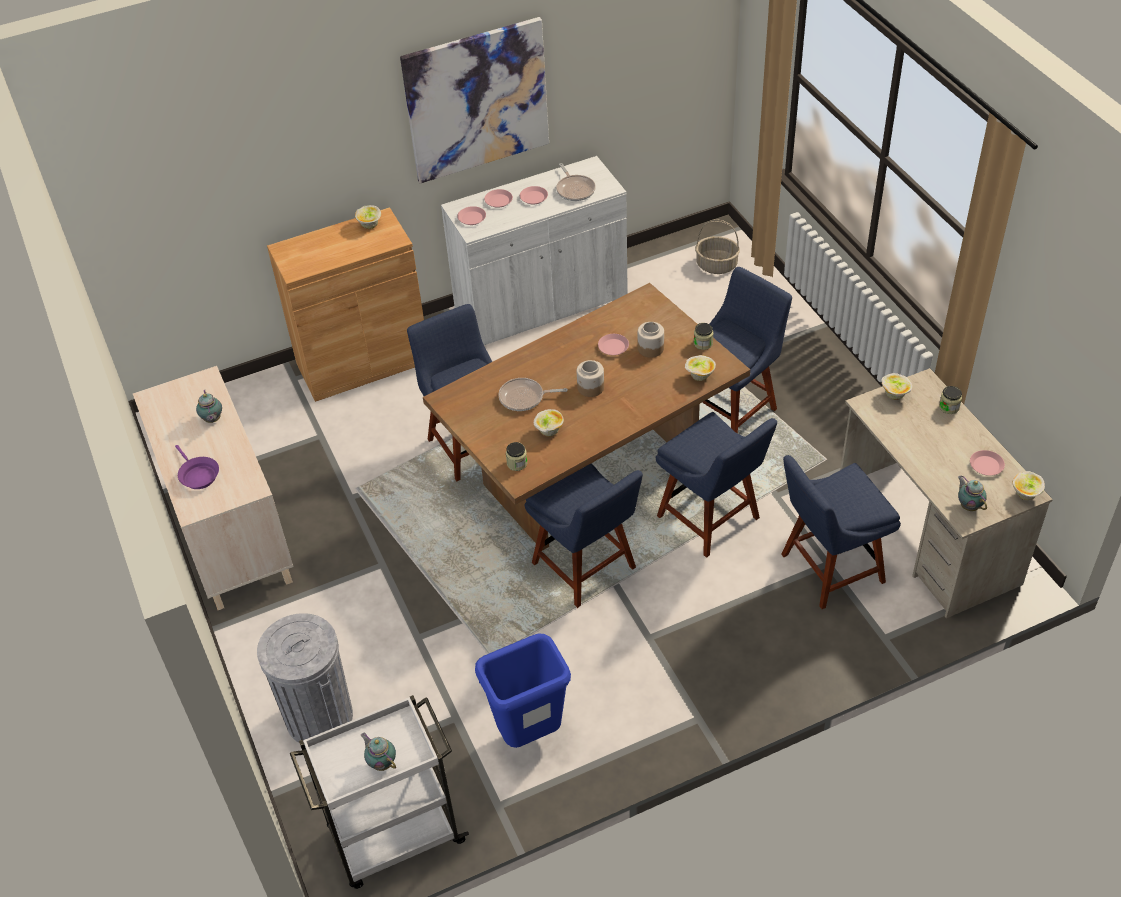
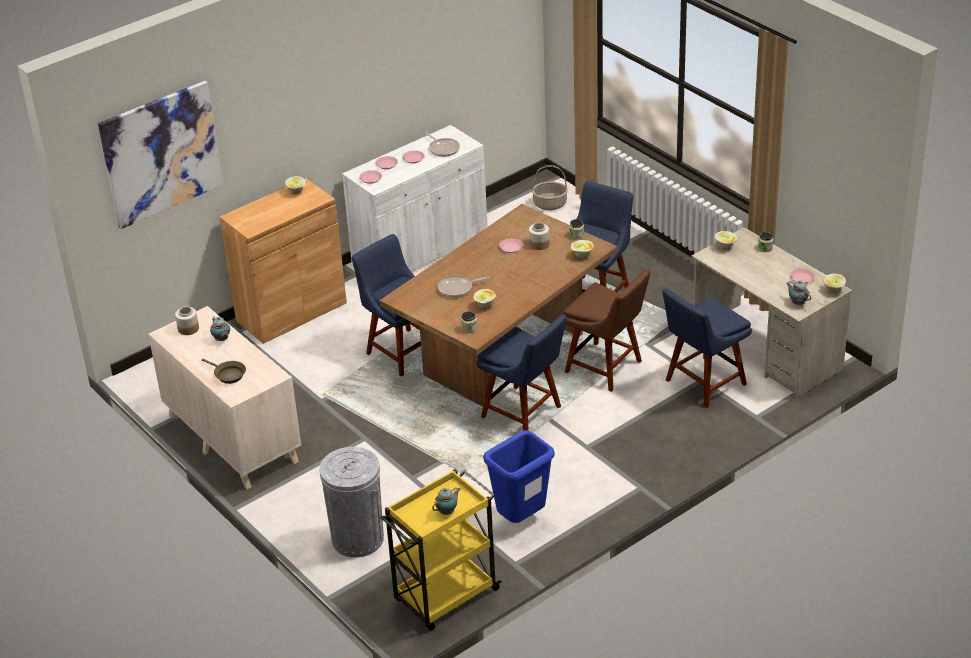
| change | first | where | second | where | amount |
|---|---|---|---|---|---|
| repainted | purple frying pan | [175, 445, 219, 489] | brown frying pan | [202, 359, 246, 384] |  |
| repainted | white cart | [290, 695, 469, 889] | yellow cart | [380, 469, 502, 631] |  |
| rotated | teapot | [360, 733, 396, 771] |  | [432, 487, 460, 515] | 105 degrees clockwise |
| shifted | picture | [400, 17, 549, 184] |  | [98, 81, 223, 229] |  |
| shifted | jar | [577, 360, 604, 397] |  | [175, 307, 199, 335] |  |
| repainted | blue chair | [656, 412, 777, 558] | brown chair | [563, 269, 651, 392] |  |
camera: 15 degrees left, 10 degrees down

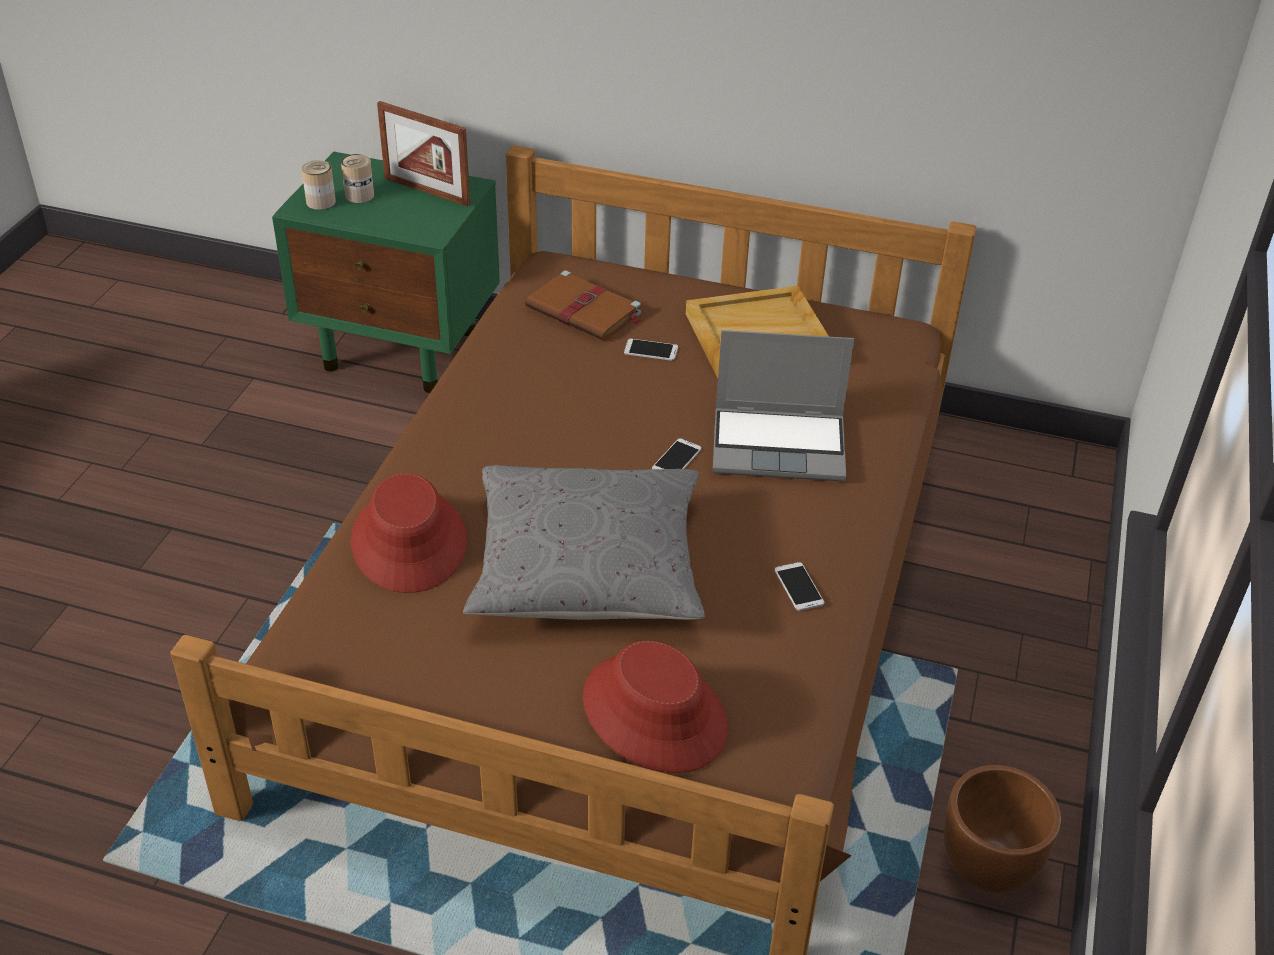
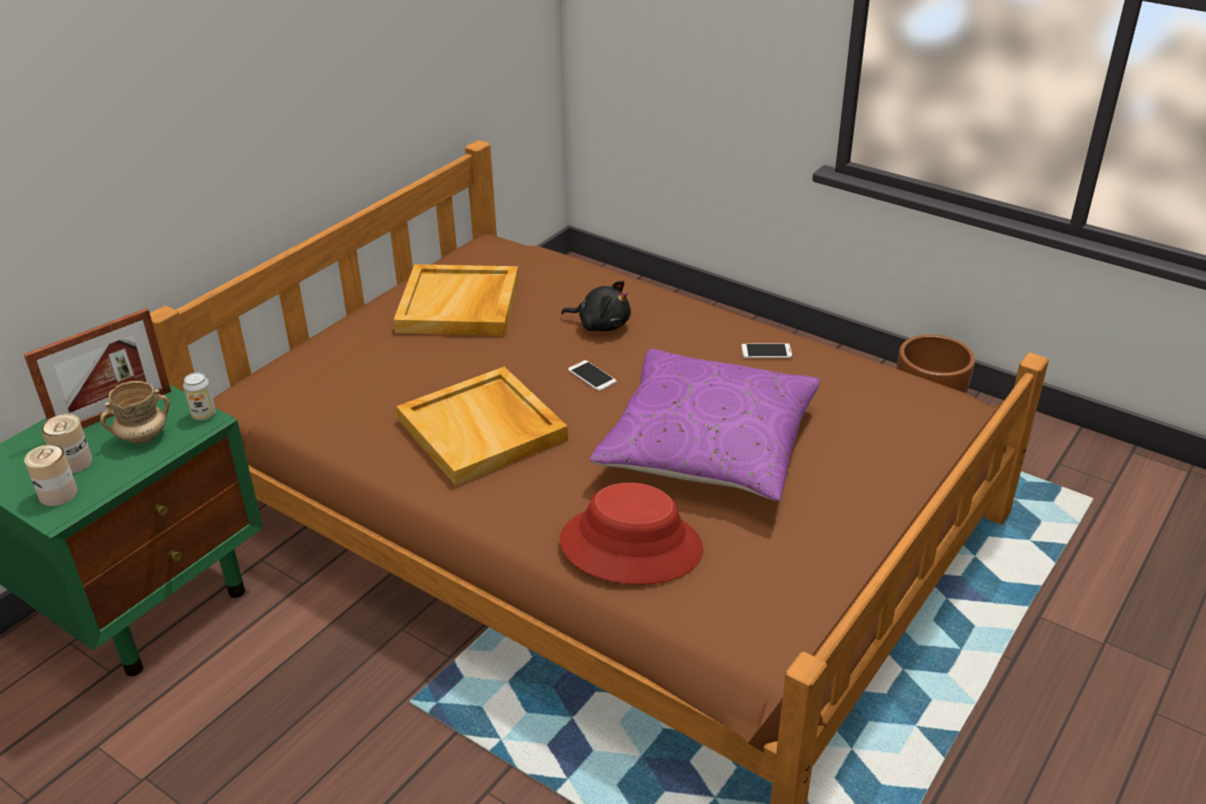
| change | first | where | second | where | amount |
|---|---|---|---|---|---|
| repainted | grey pillow | [463, 465, 705, 620] | purple pillow | [590, 349, 820, 501] |  |
| gone | brown book | [525, 270, 642, 341] |  |  |  |
| gone | red hat | [583, 641, 728, 773] |  |  |  |
| gone | phone | [624, 339, 678, 361] |  |  |  |
| swapped | laptop | [713, 330, 854, 481] | black plush toy | [561, 281, 631, 331] |  |
| new |  |  | beige mug | [100, 381, 170, 444] |  |
| new |  |  | can | [183, 372, 216, 420] |  |
| new |  |  | beige tray | [396, 367, 568, 486] |  |
camera: 70 degrees left, 5 degrees down

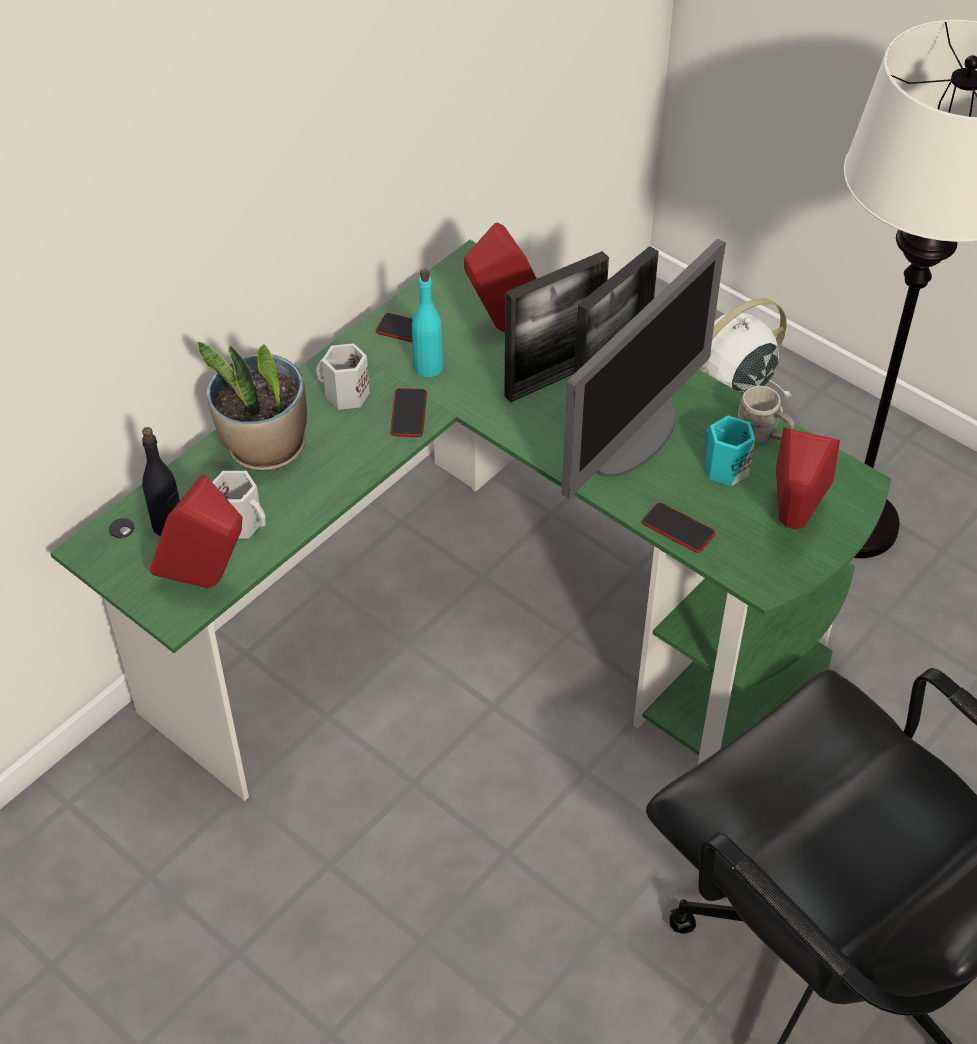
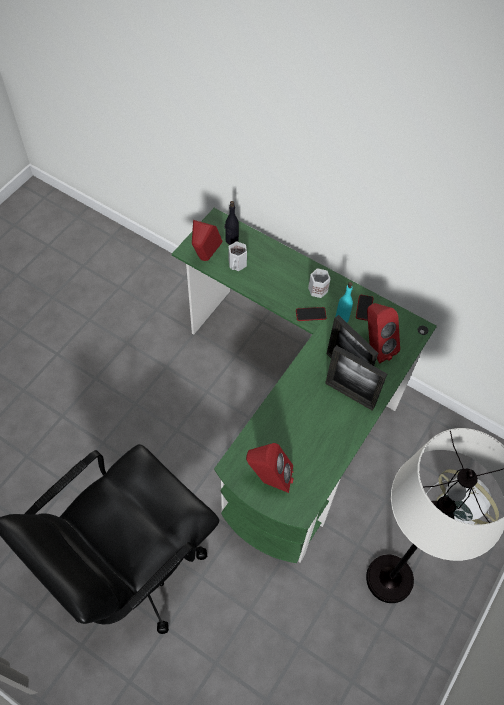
| change | first | where | second | where | amount |
|---|---|---|---|---|---|
| gone | potted plant | [197, 342, 307, 471] |  |  |  |
| gone | monitor | [562, 239, 726, 499] |  |  |  |
| gone | phone | [642, 502, 715, 553] |  |  |  |
| gone | turquoise mug | [705, 416, 755, 486] |  |  |  |
| gone | grey mug | [738, 386, 795, 444] |  |  |  |
camera: 80 degrees right, 10 degrees up

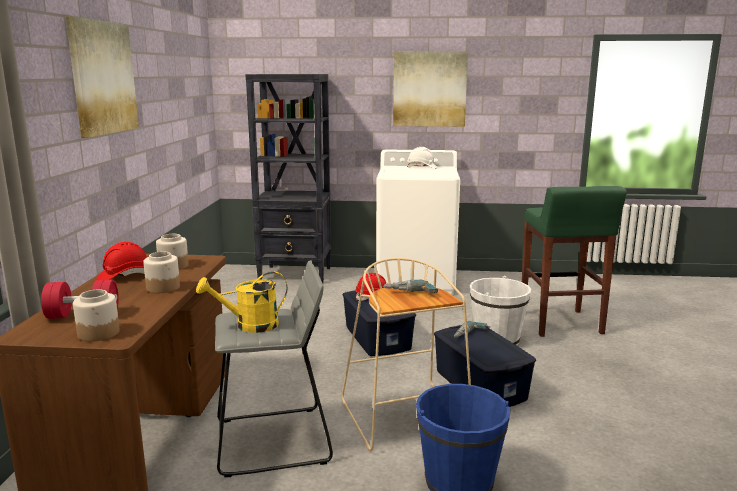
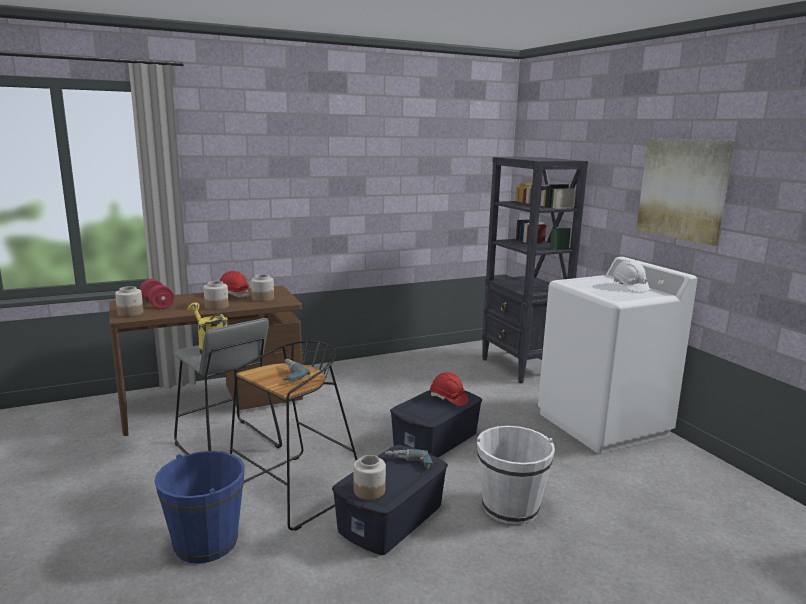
| change | first | where | second | where | amount |
|---|---|---|---|---|---|
| gone | picture | [66, 16, 139, 138] |  |  |  |
| repainted | beige stool | [342, 258, 471, 451] | black stool | [230, 340, 357, 531] |  |
| gone | green stool | [522, 186, 627, 337] |  |  |  |
| new |  |  | jar | [354, 455, 386, 500] |  |
camera: 60 degrees right, 0 degrees up

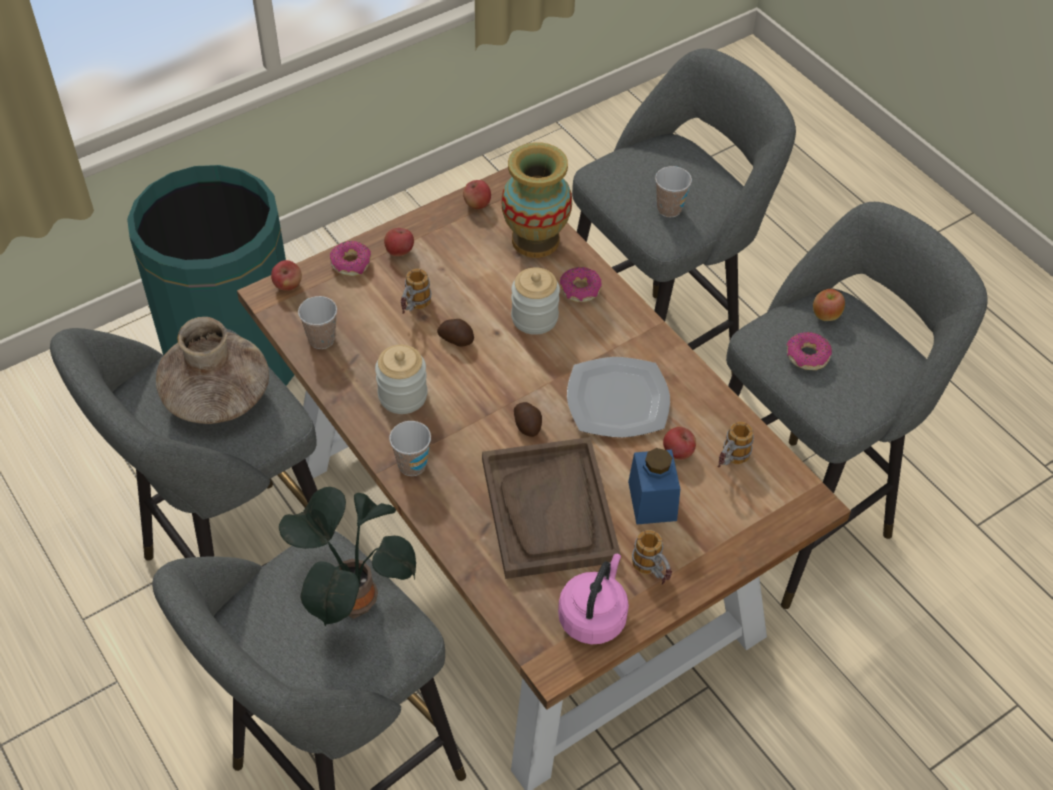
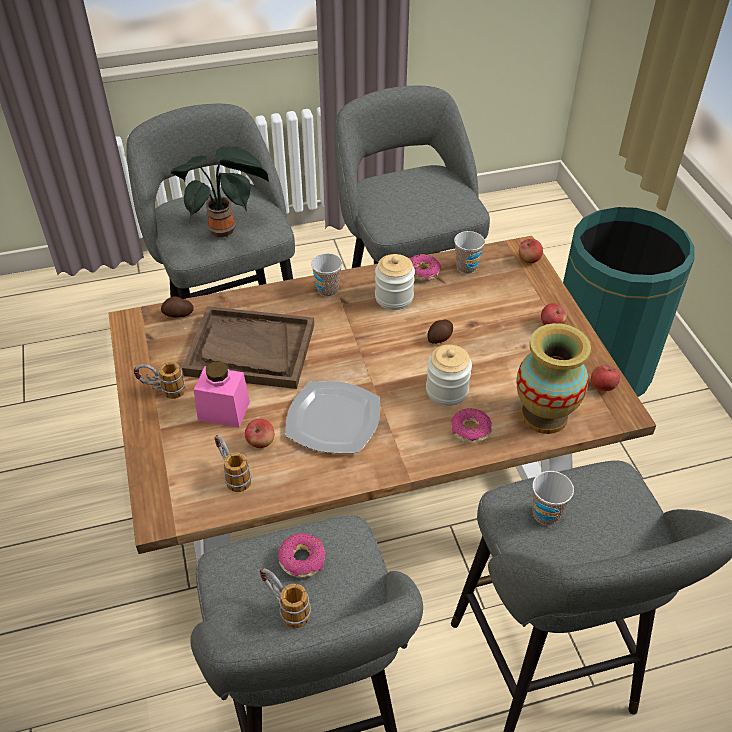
| change | first | where | second | where | amount |
|---|---|---|---|---|---|
| gone | brown vase | [156, 317, 269, 424] |  |  |  |
| shifted | donut | [330, 241, 371, 276] |  | [410, 254, 441, 281] |  |
| shifted | mug | [400, 269, 431, 314] |  | [260, 568, 311, 628] |  |
| shifted | potato | [514, 402, 542, 437] |  | [161, 296, 194, 318] |  |
| gone | pink kettle | [558, 554, 629, 645] |  |  |  |
| repainted | blue jar | [628, 448, 680, 525] | pink jar | [194, 361, 250, 428] |  |
| gone | apple | [813, 289, 845, 321] |  |  |  |
camera: 110 degrees right, 5 degrees down

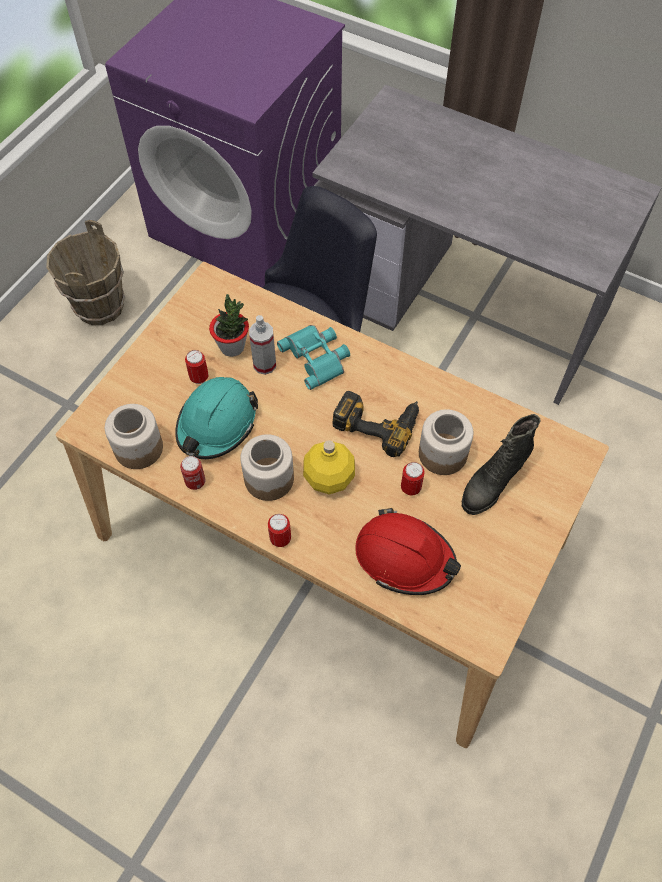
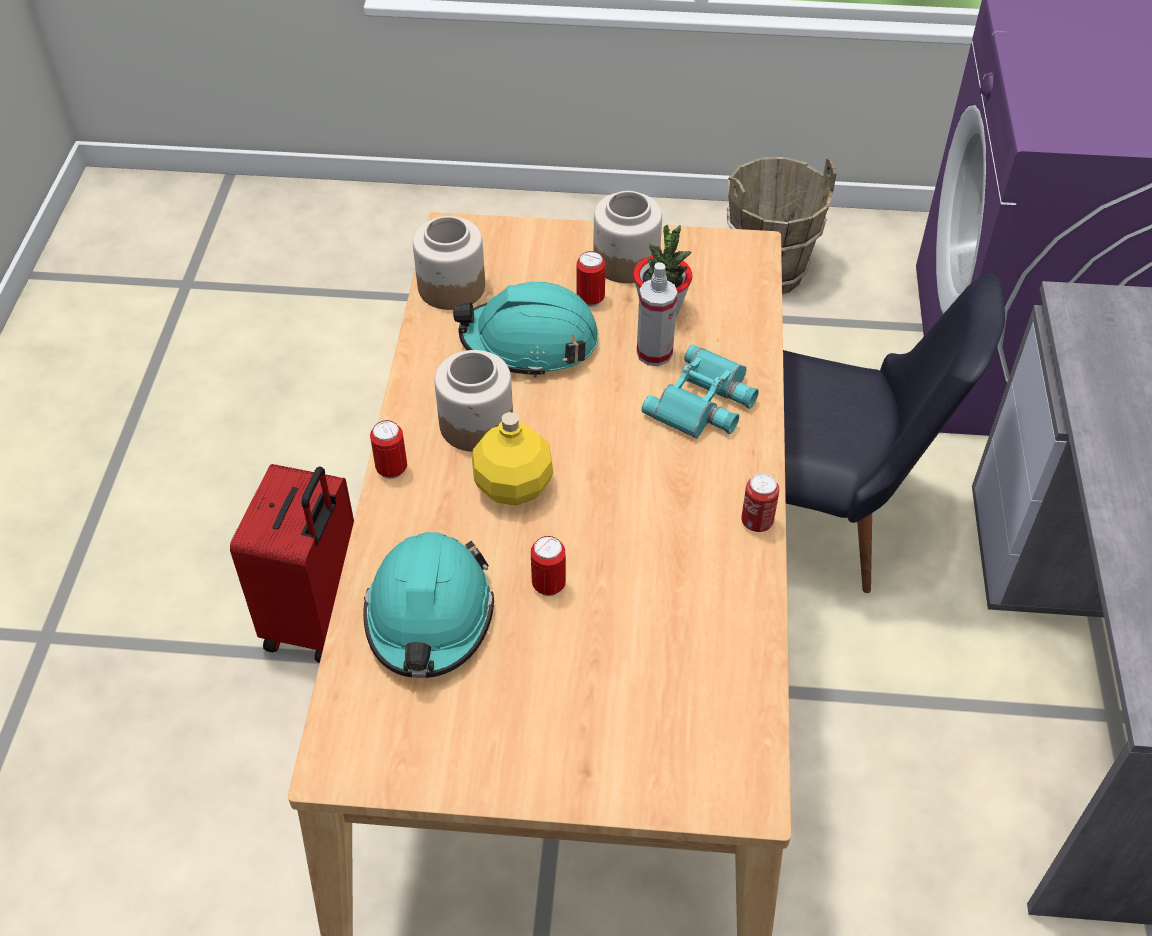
| change | first | where | second | where | amount |
|---|---|---|---|---|---|
| shifted | can | [180, 456, 205, 490] |  | [741, 473, 779, 532] |  |
| gone | power drill | [333, 391, 419, 457] |  |  |  |
| repainted | red hard hat | [355, 508, 461, 595] | turquoise hard hat | [363, 532, 494, 678] |  |
| shifted | jar | [419, 409, 473, 475] |  | [593, 191, 662, 283] |  |
| gone | black boot | [462, 414, 540, 515] |  |  |  |
| new |  |  | red suitcase | [230, 464, 354, 663] |  |
camera: 65 degrees right, 10 degrees down

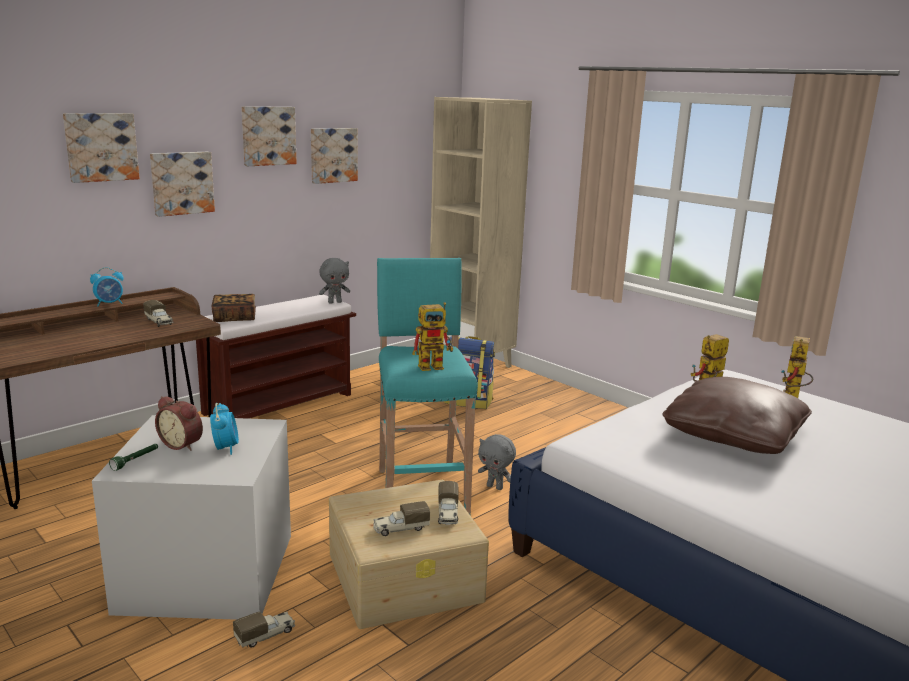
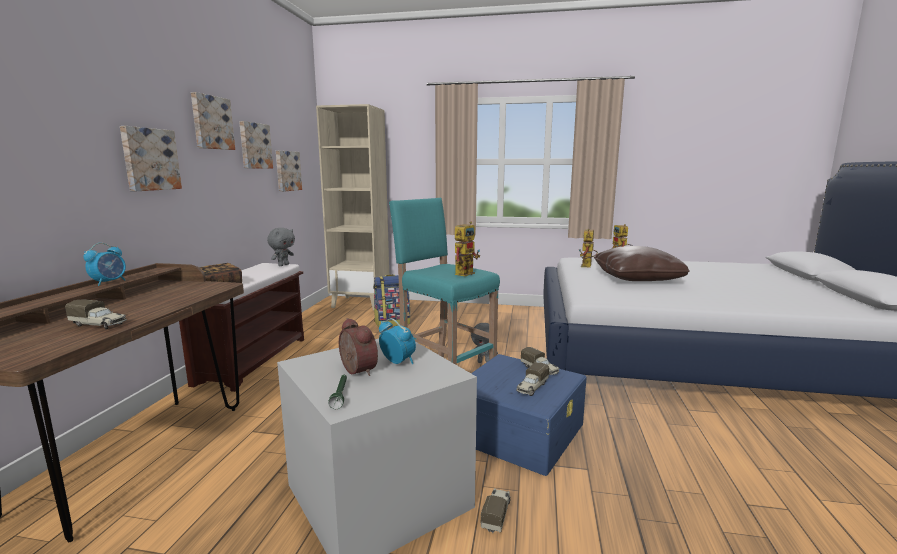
| change | first | where | second | where | amount |
|---|---|---|---|---|---|
| shifted | picture | [63, 113, 140, 183] |  | [276, 151, 302, 192] |  |
| shifted | toy truck | [143, 300, 173, 327] |  | [65, 300, 127, 329] |  |
| rotated | alarm clock | [155, 396, 203, 451] |  | [339, 318, 378, 376] | 120 degrees counterclockwise |
| repainted | beige storage box | [329, 479, 489, 629] | blue storage box | [471, 354, 587, 476] |  |
camera: 35 degrees left, 5 degrees down

